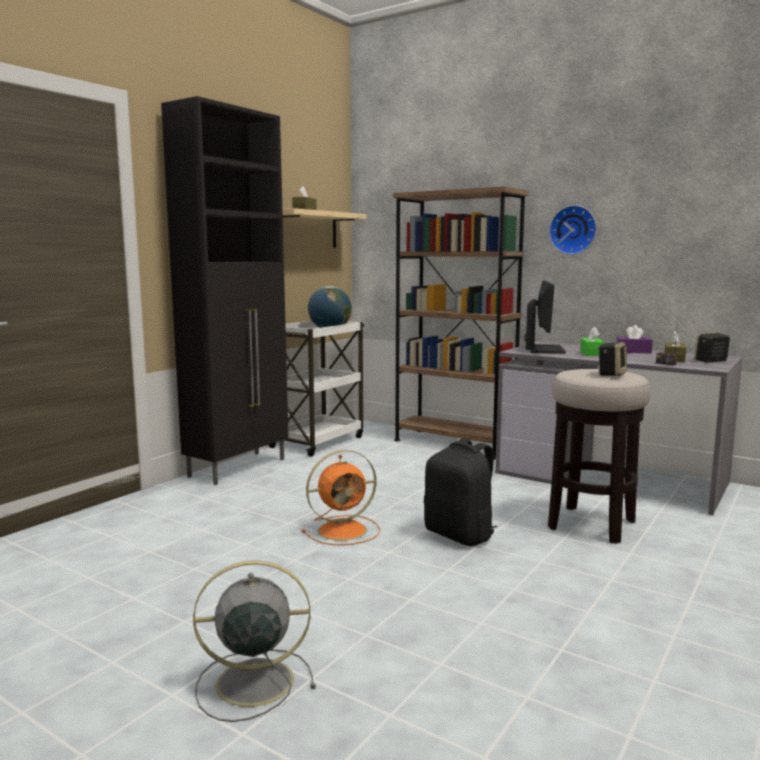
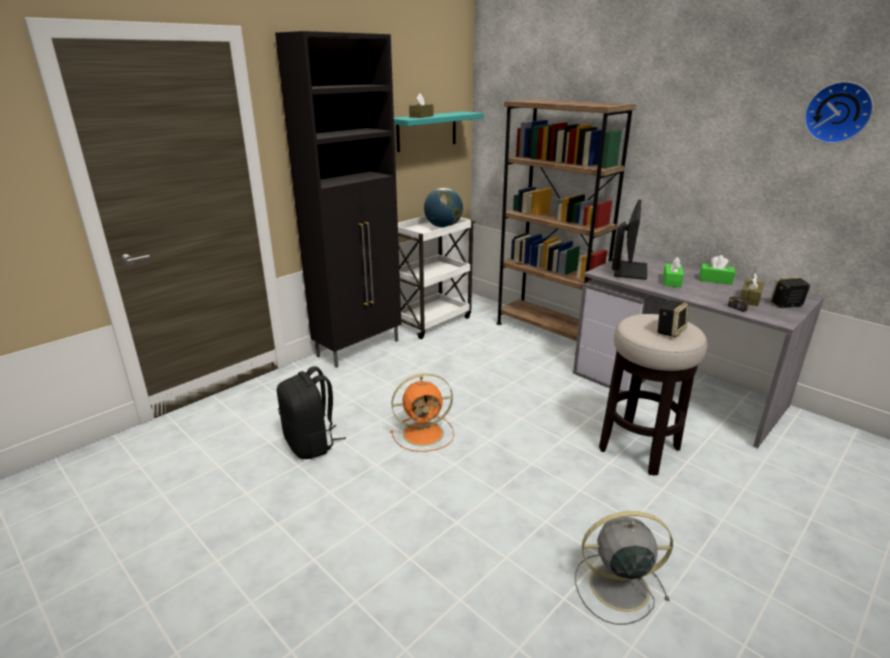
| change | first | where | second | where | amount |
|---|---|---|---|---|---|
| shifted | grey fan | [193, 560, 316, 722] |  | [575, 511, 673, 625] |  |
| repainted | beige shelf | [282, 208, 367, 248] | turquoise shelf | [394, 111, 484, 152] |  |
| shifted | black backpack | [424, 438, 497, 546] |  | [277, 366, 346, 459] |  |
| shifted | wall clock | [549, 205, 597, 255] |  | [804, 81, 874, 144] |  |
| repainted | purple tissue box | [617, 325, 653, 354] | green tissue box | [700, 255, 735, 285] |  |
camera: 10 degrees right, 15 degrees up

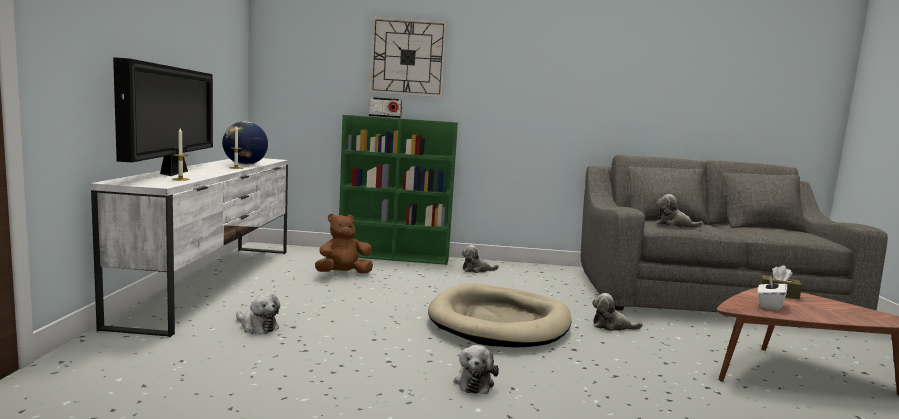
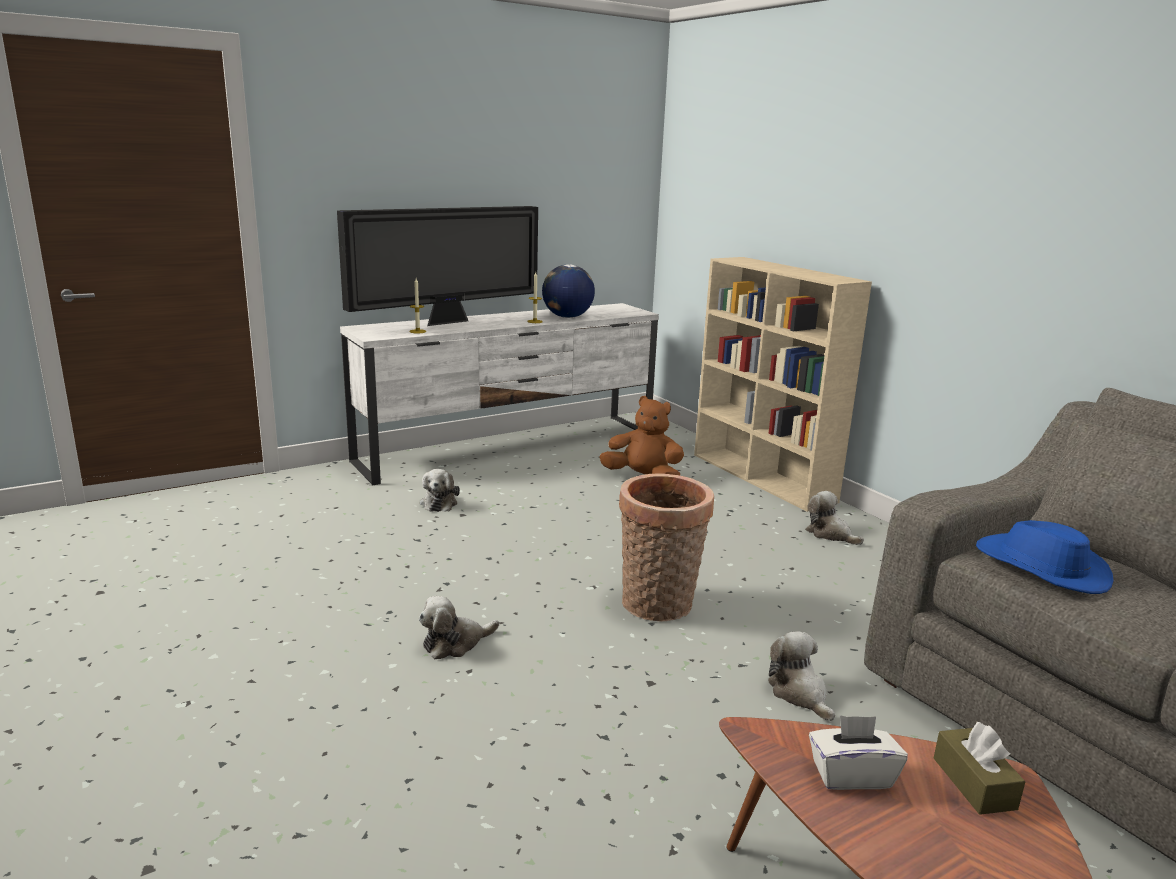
| change | first | where | second | where | amount |
|---|---|---|---|---|---|
| repainted | green bookcase | [339, 115, 458, 265] | beige bookcase | [694, 257, 872, 512] |  |
| gone | radio | [368, 97, 402, 118] |  |  |  |
| gone | wall clock | [369, 16, 447, 98] |  |  |  |
| swapped | beige dog bed | [428, 283, 571, 347] | basket | [619, 474, 714, 621] |  |
| swapped | plush toy | [656, 194, 703, 228] | blue hat | [976, 520, 1114, 594] |  |
camera: 55 degrees right, 10 degrees up

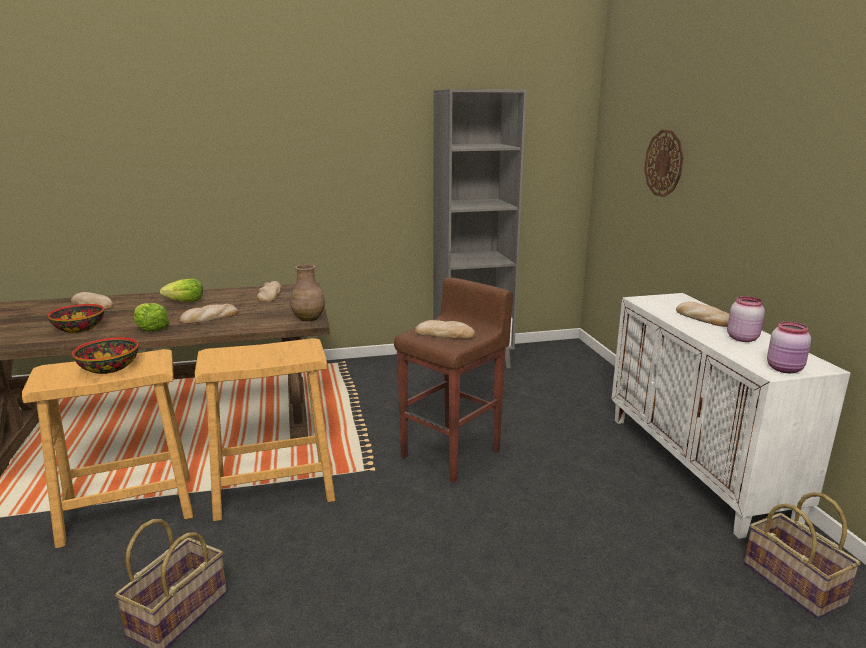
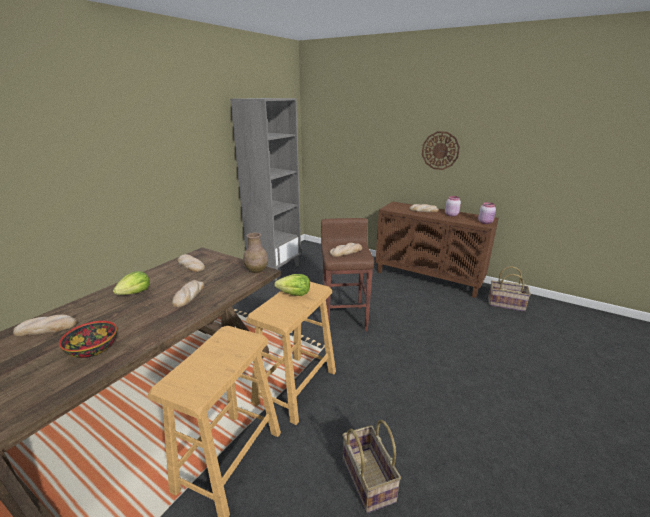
| change | first | where | second | where | amount |
|---|---|---|---|---|---|
| gone | bowl | [72, 337, 139, 374] |  |  |  |
| shifted | lettuce | [134, 303, 170, 332] |  | [274, 274, 310, 296] |  |
| repainted | white cabinet | [611, 293, 850, 539] | brown cabinet | [376, 202, 499, 298] |  |
| shifted | wall clock | [644, 130, 683, 197] |  | [422, 131, 460, 170] |  |
camera: 45 degrees left, 5 degrees up

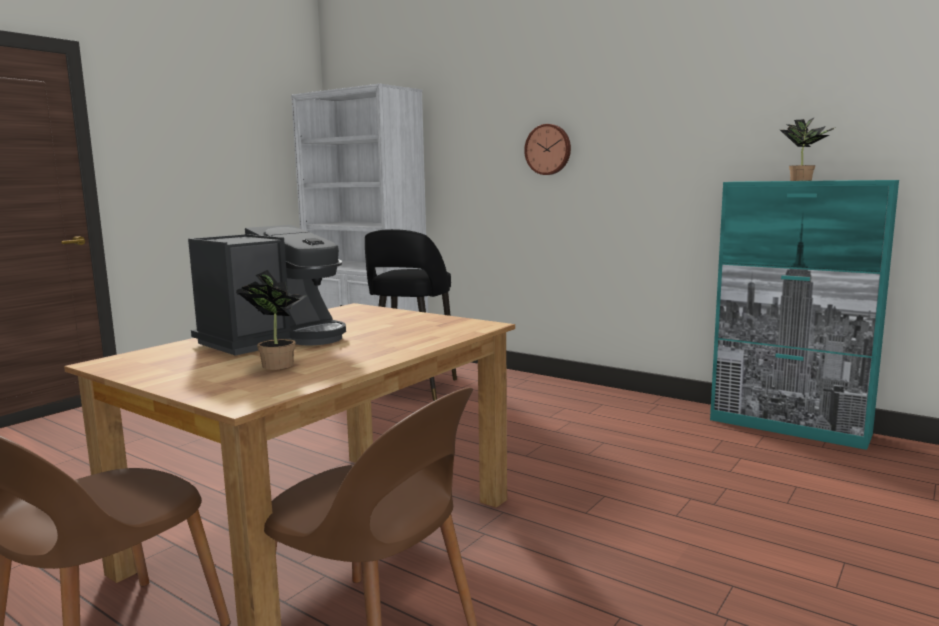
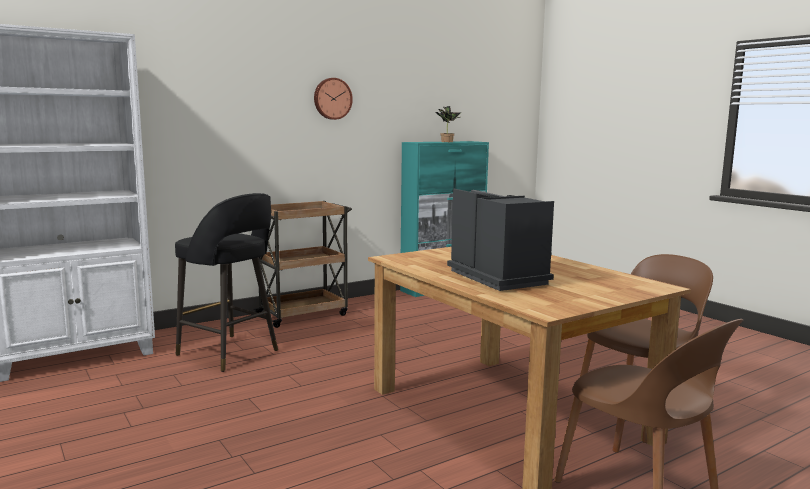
| change | first | where | second | where | amount |
|---|---|---|---|---|---|
| gone | potted plant | [237, 270, 306, 370] |  |  |  |
| shifted | wall clock | [524, 124, 571, 175] |  | [314, 78, 353, 120] |  |
| new |  |  | brown cart | [253, 201, 352, 328] |  |
camera: 70 degrees left, 0 degrees up

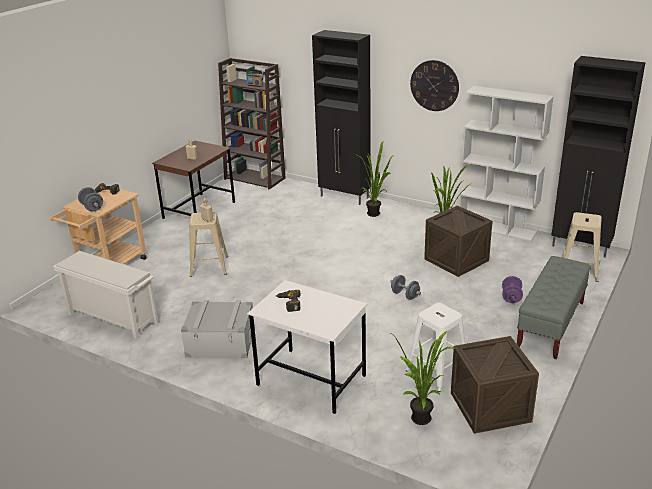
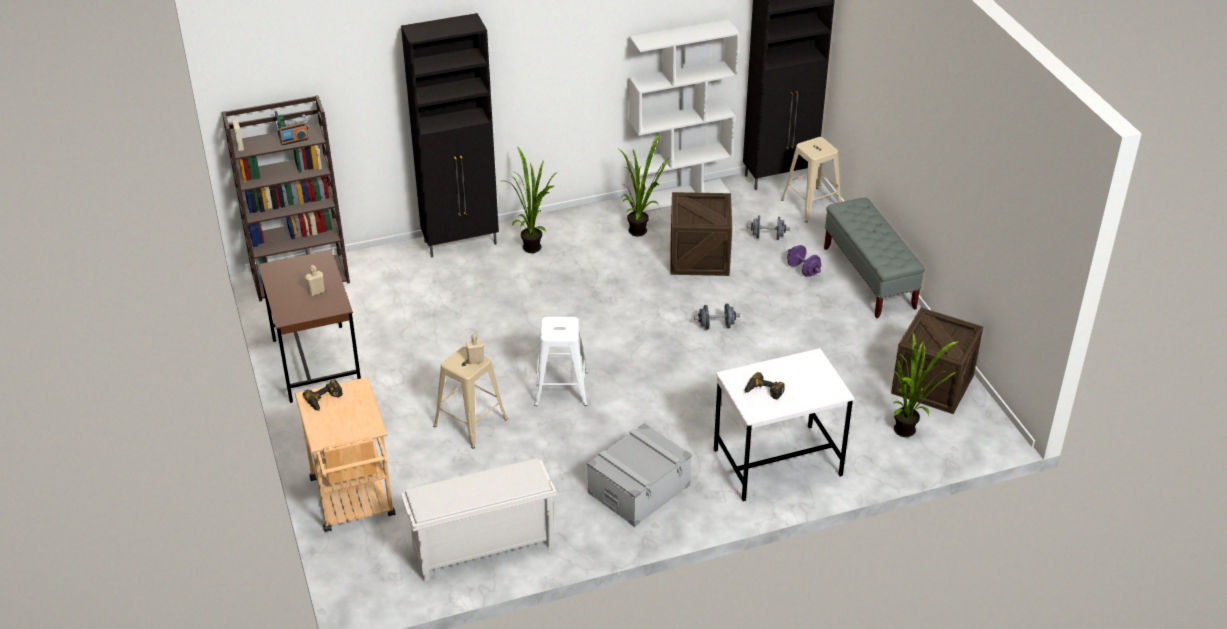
| change | first | where | second | where | amount |
|---|---|---|---|---|---|
| shifted | grey dumbbell | [78, 187, 103, 212] |  | [747, 216, 790, 240] |  |
| shifted | white stool | [405, 303, 465, 392] |  | [534, 317, 588, 406] |  |
| gone | wall clock | [410, 60, 459, 111] |  |  |  |
camera: 50 degrees left, 10 degrees up

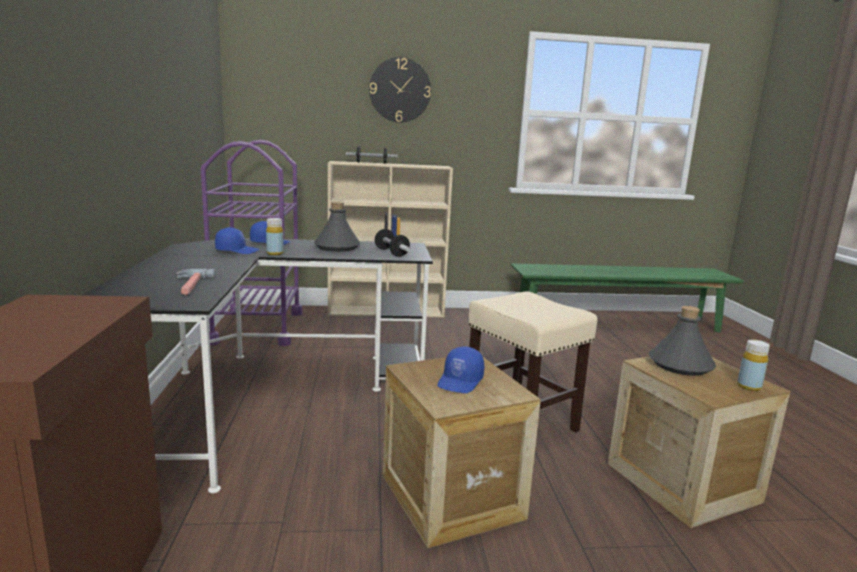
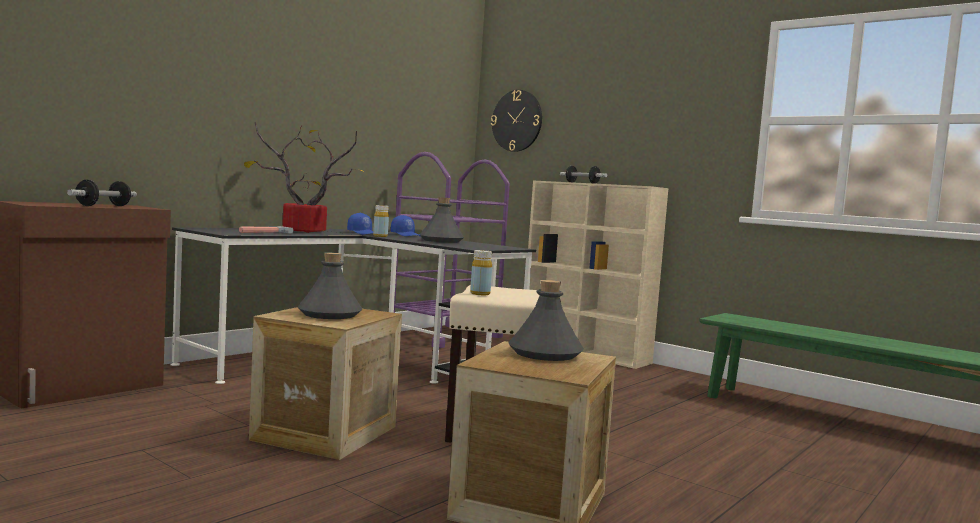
| change | first | where | second | where | amount |
|---|---|---|---|---|---|
| shifted | wall clock | [369, 57, 431, 123] |  | [491, 90, 542, 152] |  |
| shifted | dumbbell | [375, 229, 410, 257] |  | [67, 180, 137, 206] |  |
| swapped | blue cap | [437, 346, 484, 393] | grey bottle | [298, 252, 362, 319] |  |
| shifted | yellow bottle | [737, 340, 770, 391] |  | [470, 250, 492, 295] |  |
| new |  |  | potted plant | [244, 122, 365, 233] |  |
camera: 45 degrees right, 10 degrees down

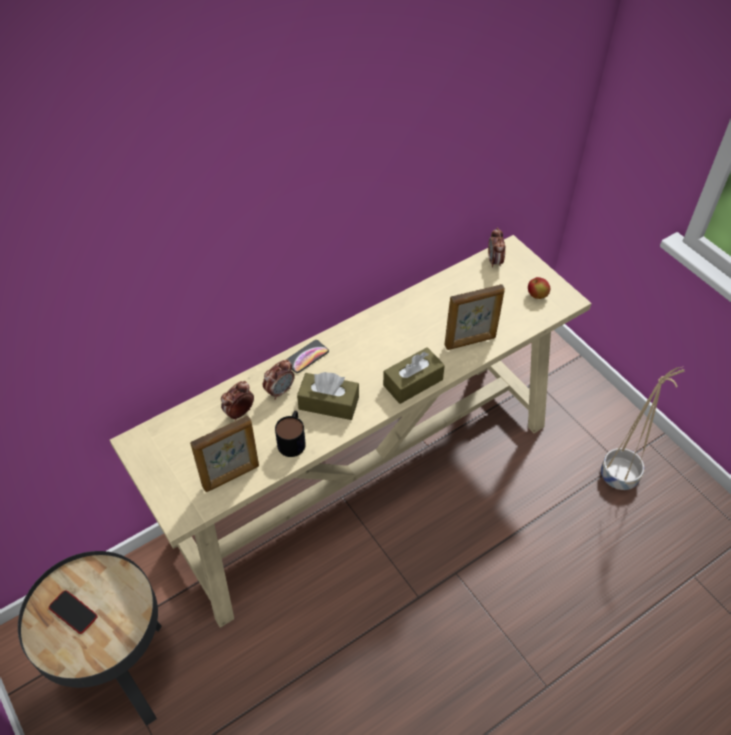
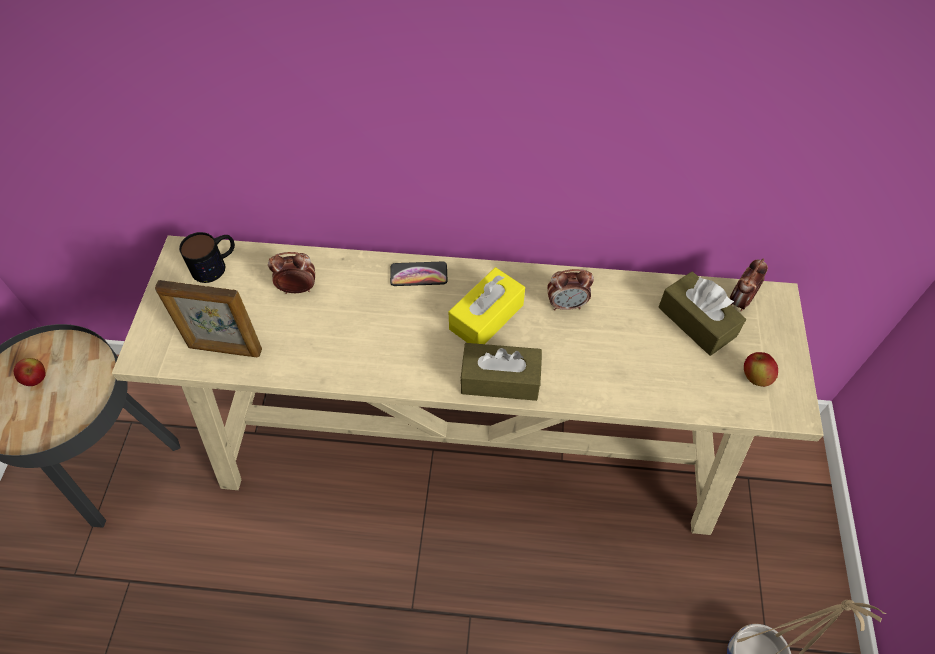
| change | first | where | second | where | amount |
|---|---|---|---|---|---|
| swapped | phone | [49, 590, 98, 634] | apple | [14, 358, 46, 386] |  |
| shifted | alarm clock | [263, 359, 295, 400] |  | [547, 269, 594, 311] |  |
| shifted | mug | [275, 411, 306, 457] |  | [179, 232, 235, 283] |  |
| shifted | brown tissue box | [297, 372, 359, 420] |  | [659, 272, 746, 356] |  |
| gone | picture frame | [444, 284, 505, 350] |  |  |  |
| new |  |  | yellow tissue box | [448, 267, 525, 344] |  |
camera: 40 degrees right, 5 degrees up

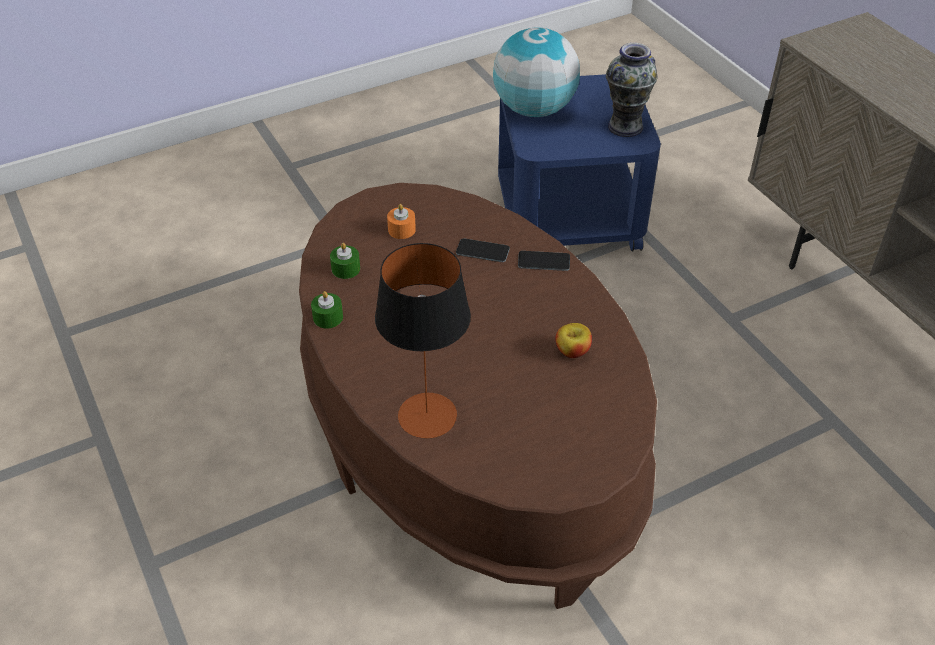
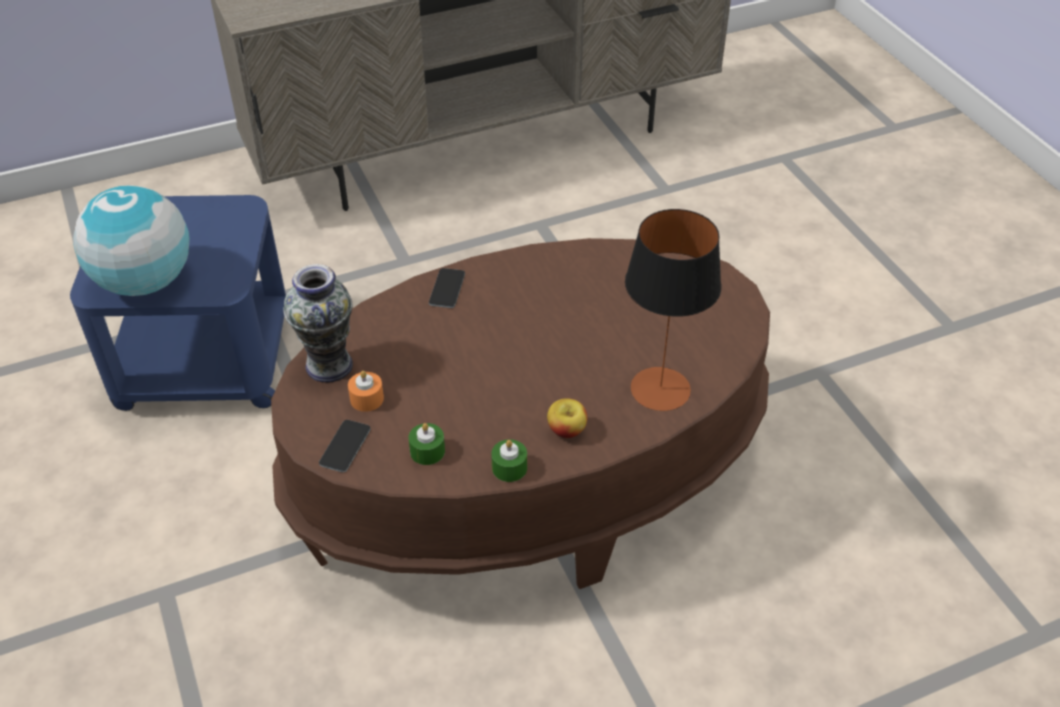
| change | first | where | second | where | amount |
|---|---|---|---|---|---|
| shifted | phone | [456, 238, 510, 262] |  | [319, 420, 371, 472] |  |
| shifted | apple | [555, 323, 592, 358] |  | [547, 398, 587, 438] |  |
| shifted | vase | [606, 43, 658, 137] |  | [283, 264, 353, 382] |  |
camera: 85 degrees left, 0 degrees up

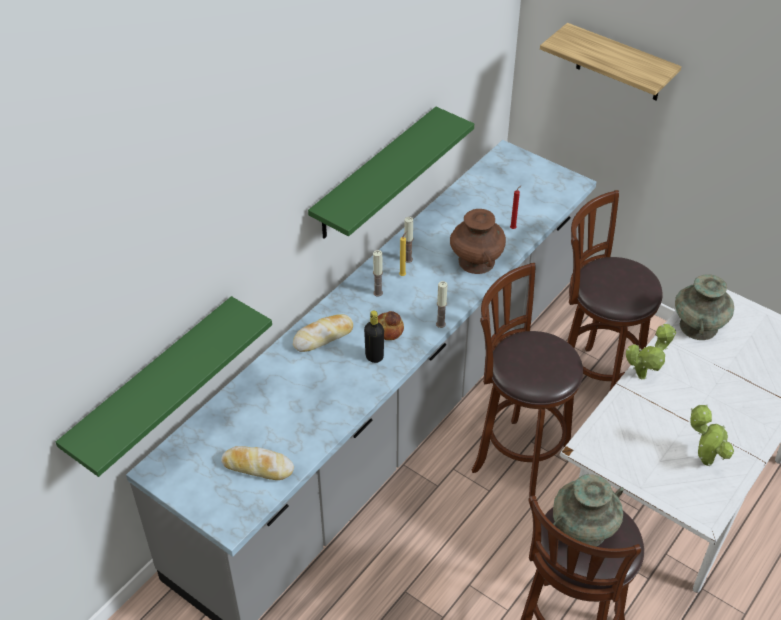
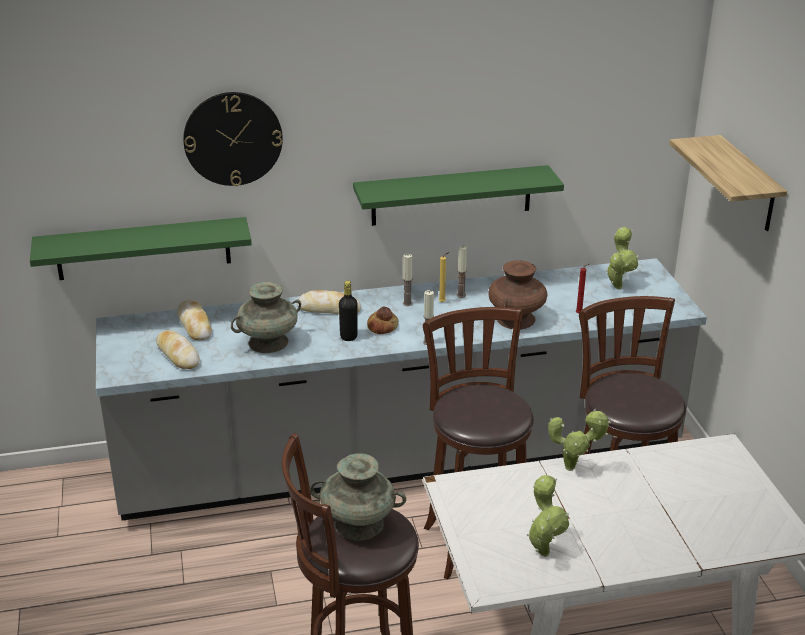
| change | first | where | second | where | amount |
|---|---|---|---|---|---|
| shifted | turquoise vase | [675, 274, 734, 340] |  | [231, 282, 301, 353] |  |
| new |  |  | bread | [177, 300, 212, 340] |  |
| new |  |  | wall clock | [183, 92, 283, 186] |  |
| new |  |  | potted plant | [606, 227, 638, 289] |  |
camera: 40 degrees right, 15 degrees down

